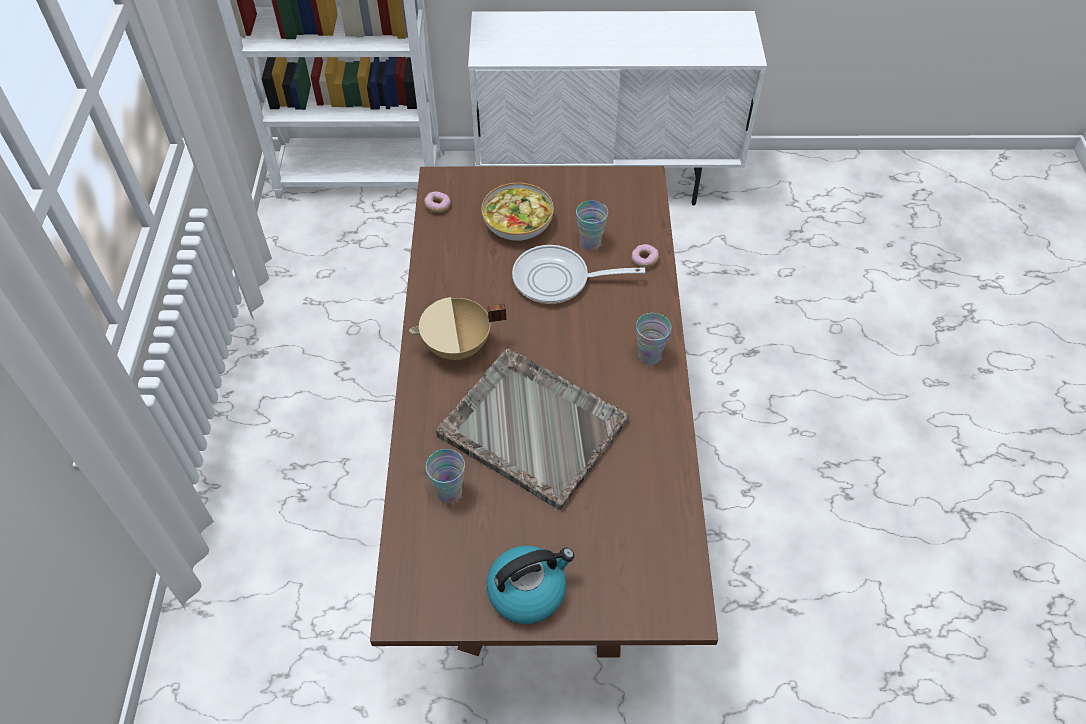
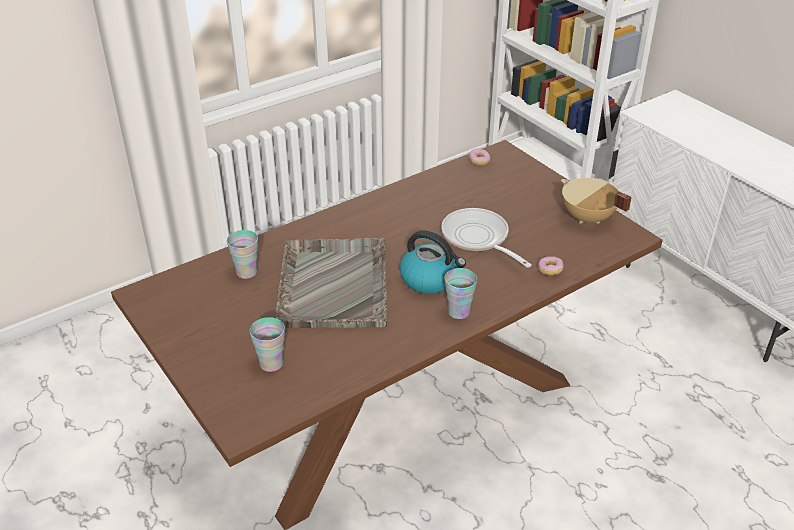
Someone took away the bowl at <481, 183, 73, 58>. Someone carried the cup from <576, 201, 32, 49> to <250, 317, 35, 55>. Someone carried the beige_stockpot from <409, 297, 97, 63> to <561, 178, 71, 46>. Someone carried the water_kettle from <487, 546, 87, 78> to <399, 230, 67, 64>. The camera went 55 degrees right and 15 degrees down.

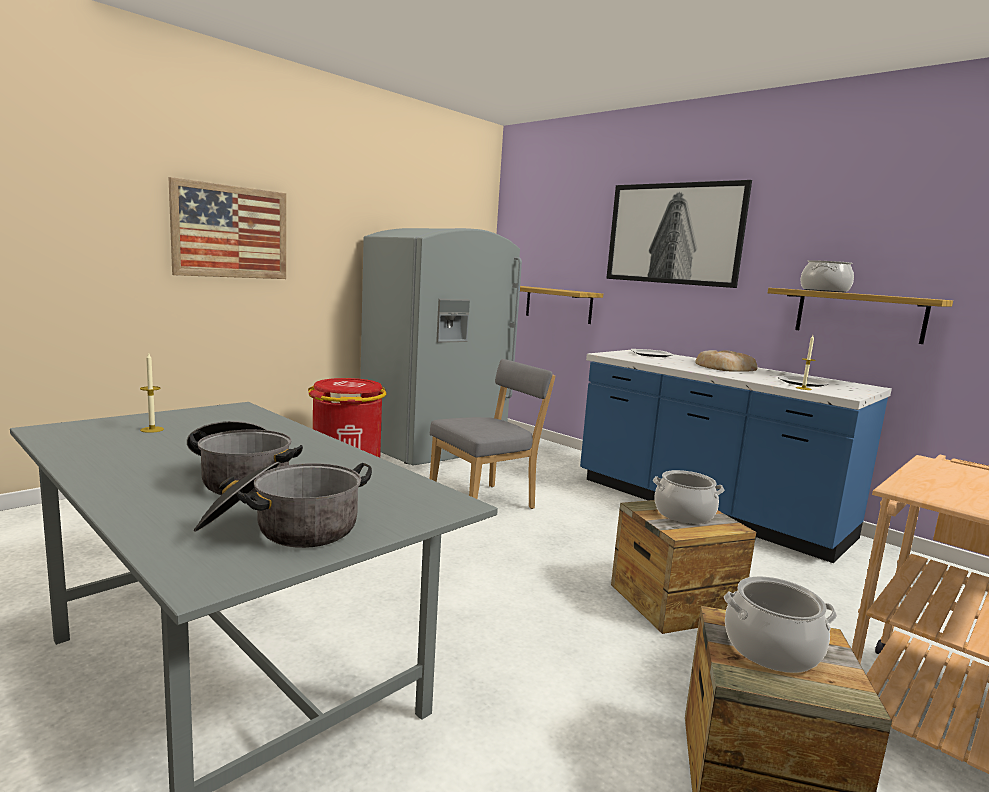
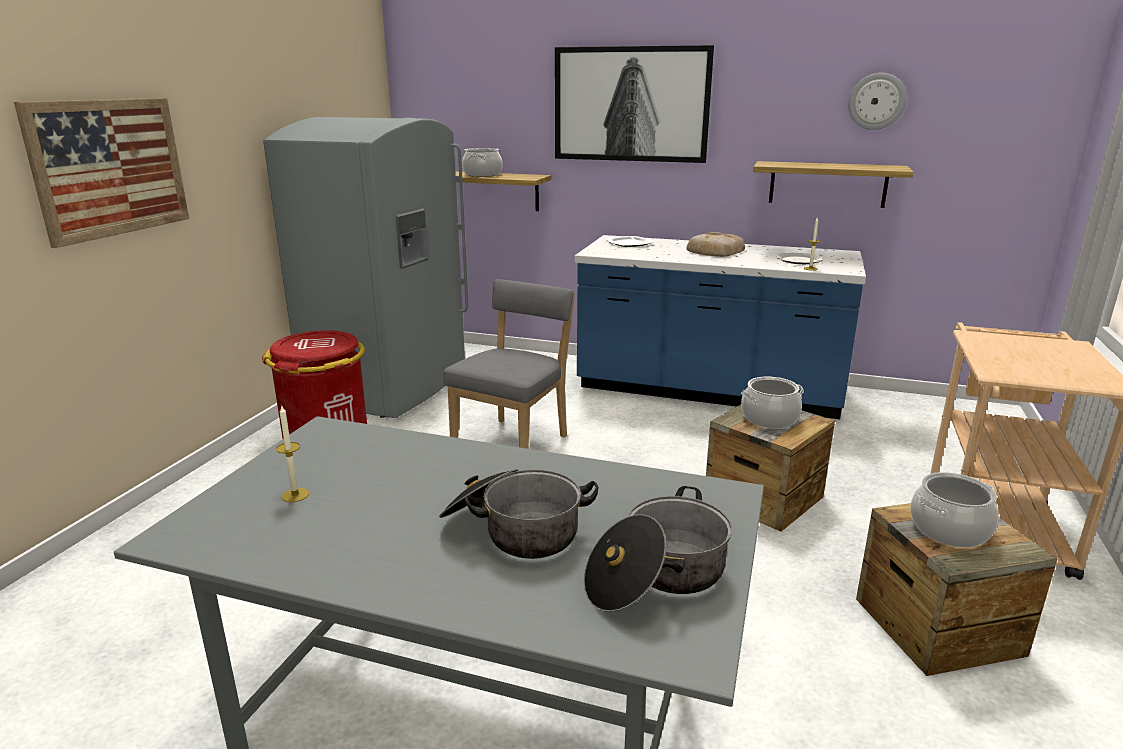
Someone carried the stockpot from <801, 260, 53, 32> to <462, 148, 41, 29>. Someone put up the hanging_clock at <848, 73, 58, 57>. The camera went 25 degrees left and 10 degrees up.

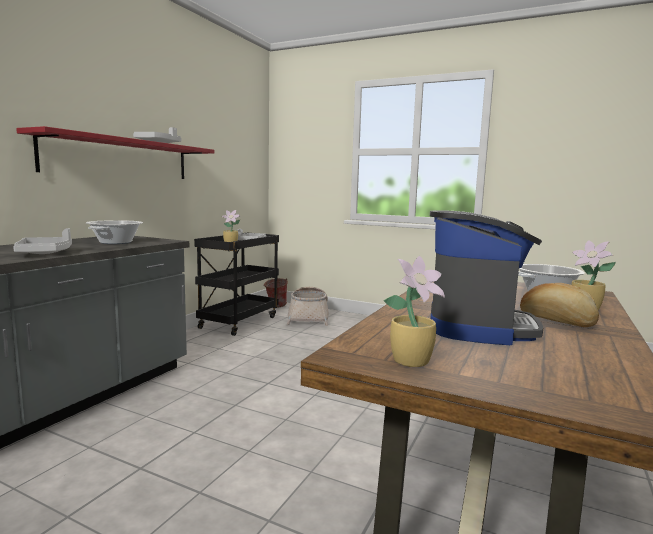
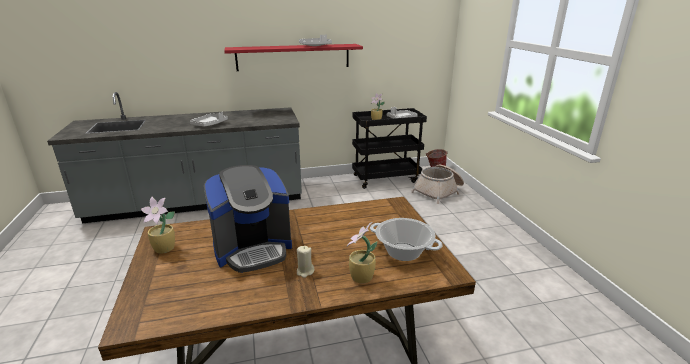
Someone took away the stockpot at <86, 220, 57, 24>. Someone swapped the bread at <520, 283, 79, 44> for the beige_wax_light at <297, 246, 17, 32>. The camera went 50 degrees right and 15 degrees up.

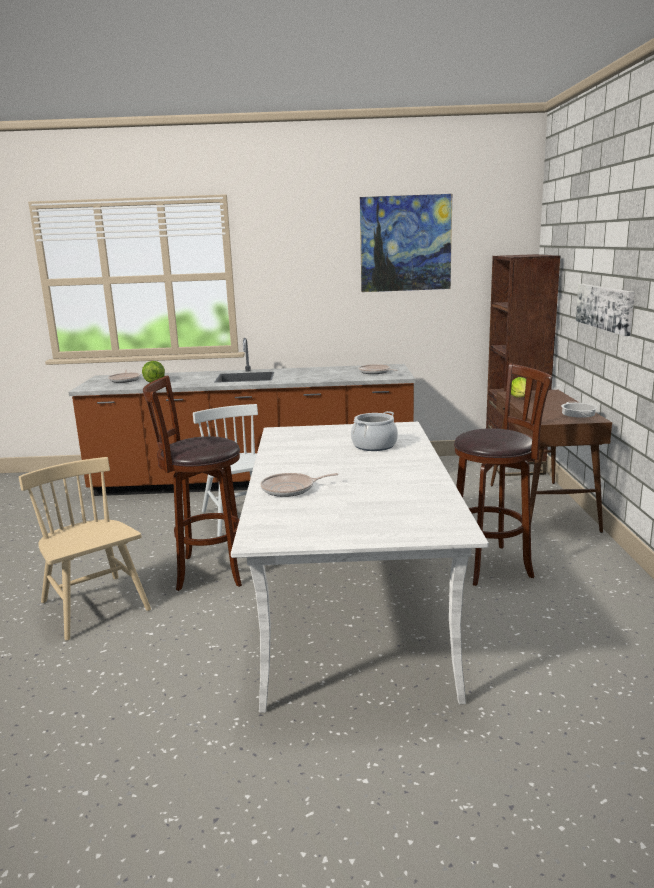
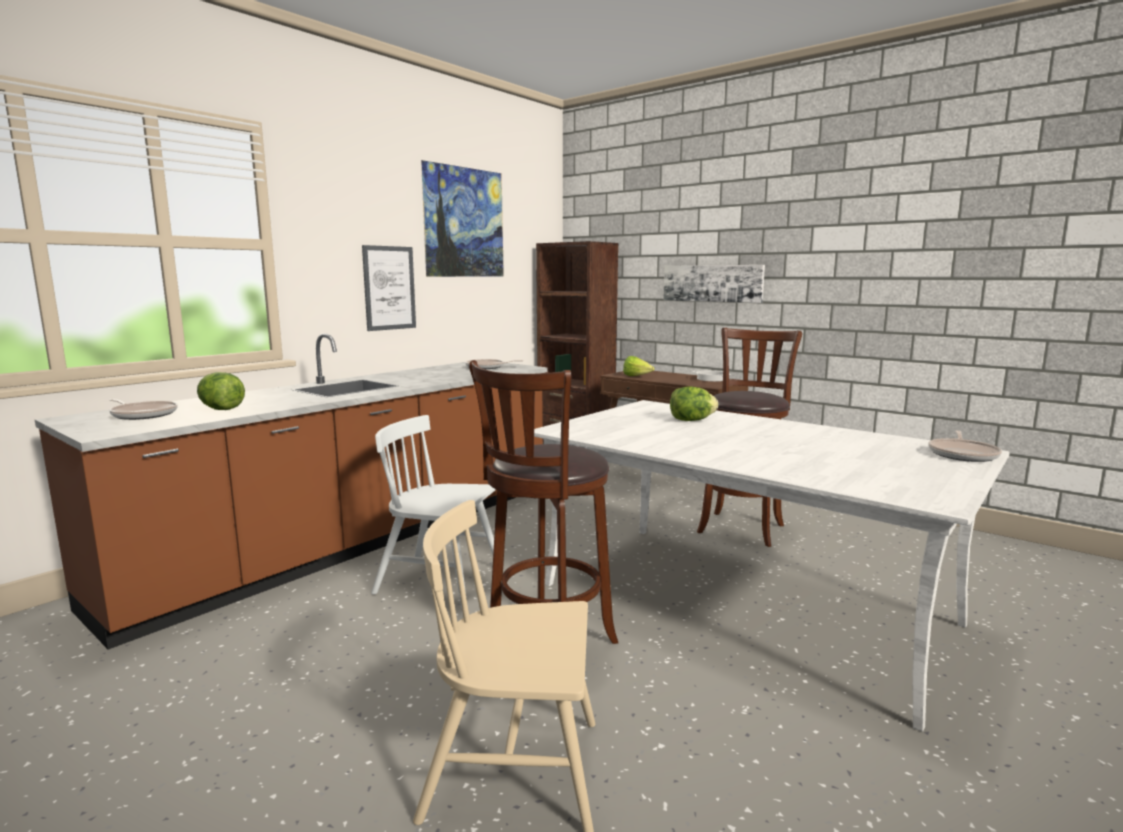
Someone swapped the stockpot at <351, 411, 47, 40> for the head_of_lettuce at <670, 386, 48, 35>. Someone carried the frying_pan from <260, 473, 79, 24> to <928, 430, 74, 32>. Someone put up the wall_art at <362, 245, 54, 86>. The camera went 50 degrees left and 5 degrees down.

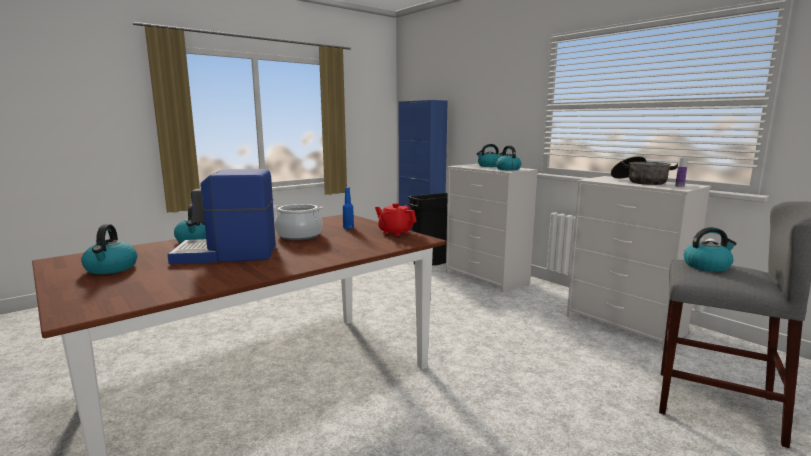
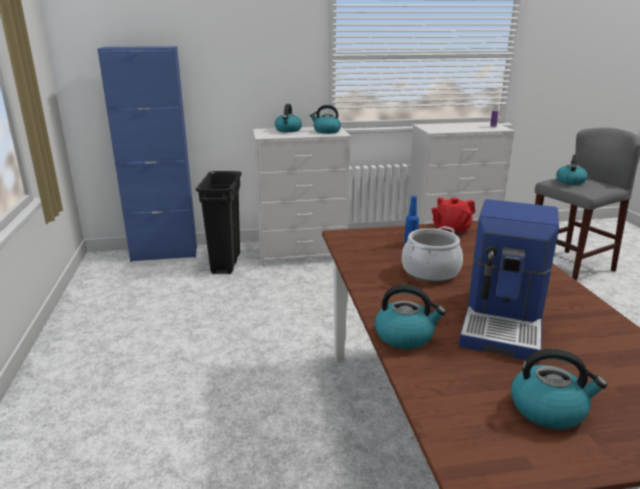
Someone took away the stockpot at <611, 156, 67, 29>. The camera went 60 degrees left and 10 degrees up.

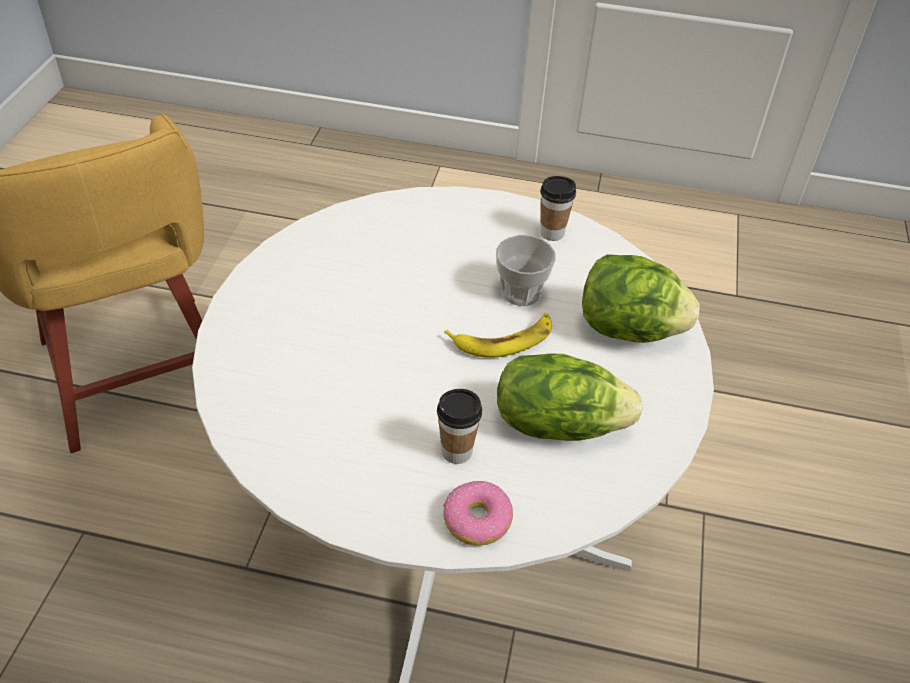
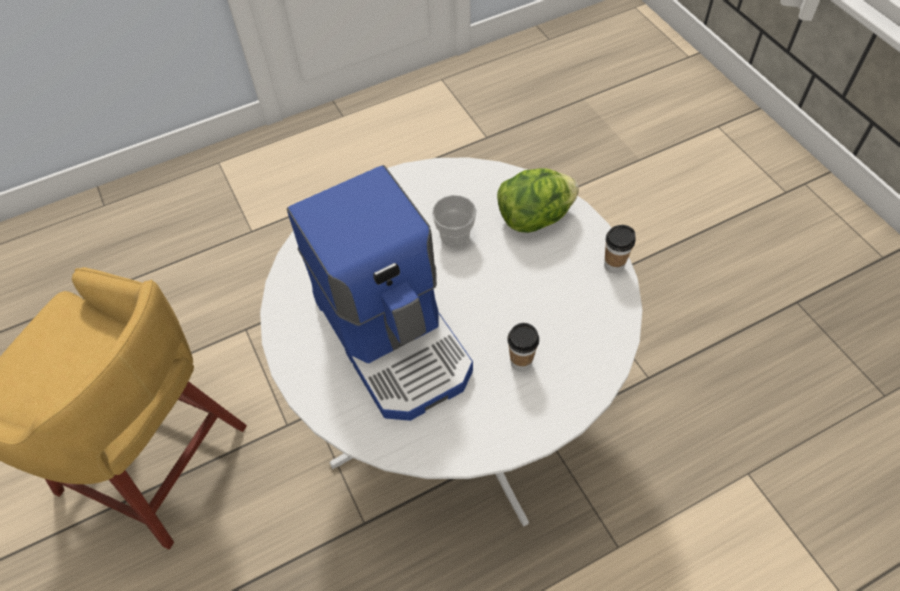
Someone carried the cup from <540, 176, 36, 65> to <604, 225, 32, 48>. Someone took away the banana at <444, 313, 108, 45>. Someone took away the head_of_lettuce at <497, 353, 146, 88>. Someone took away the ring_doughnut at <443, 481, 70, 65>. Someone put down the coffee_brewer at <287, 165, 186, 256>. The camera went 35 degrees left and 10 degrees up.

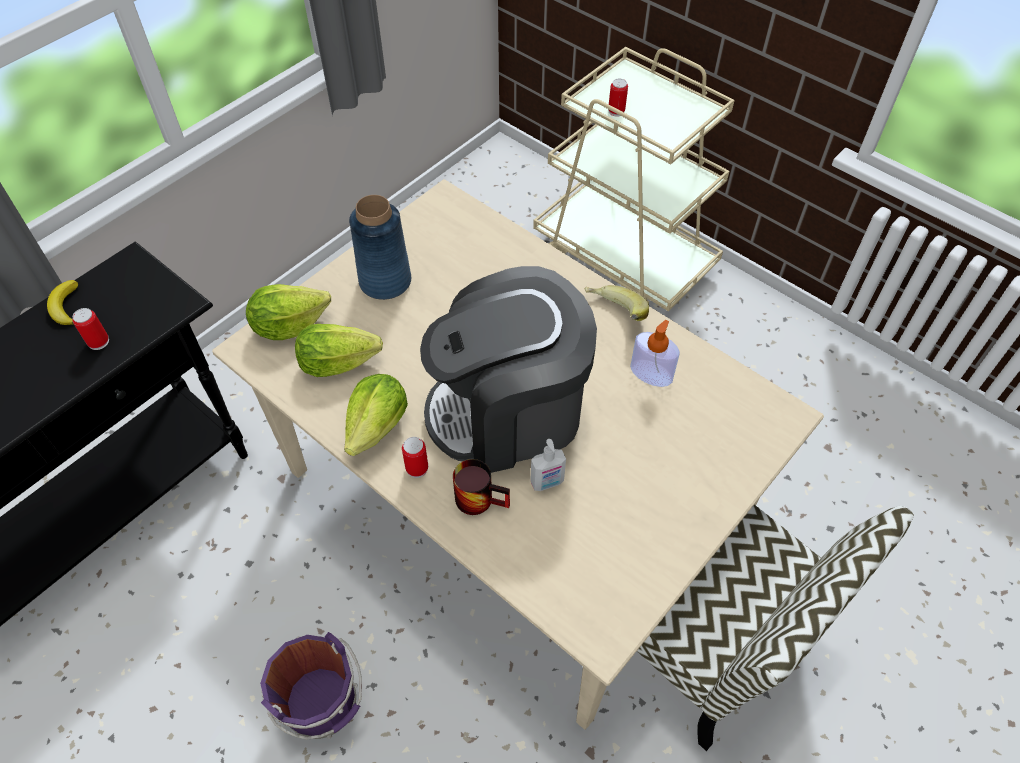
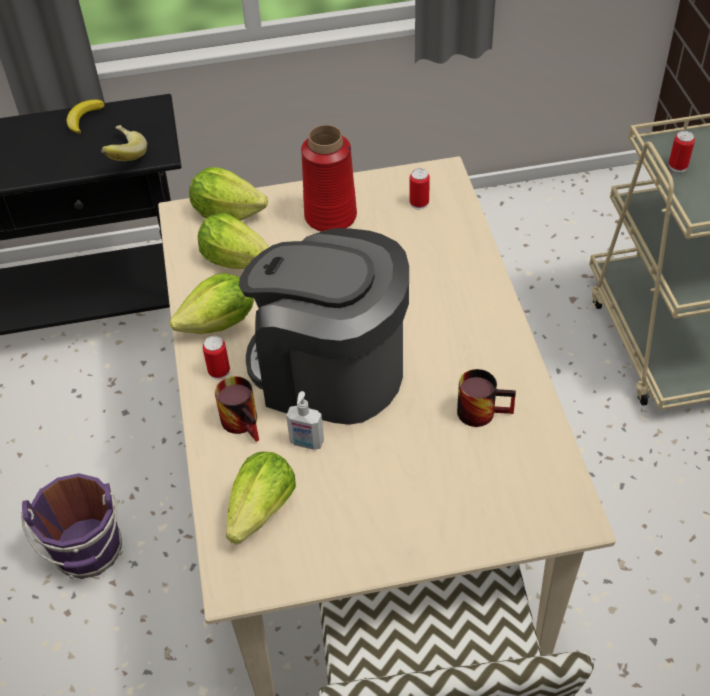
Someone repainted the blue-coloured_vase at <349, 195, 62, 105>, which became the reddish_vase at <301, 125, 56, 107>. Someone carried the banana from <585, 285, 64, 36> to <101, 125, 46, 36>. Someone carried the metal_can from <73, 308, 36, 42> to <410, 168, 20, 41>. Someone swapped the liquid_soap_bottle at <630, 320, 50, 67> for the tea_mug at <457, 369, 59, 58>. Someone put down the head_of_lettuce at <226, 452, 70, 92>. The camera went 40 degrees right and 5 degrees down.

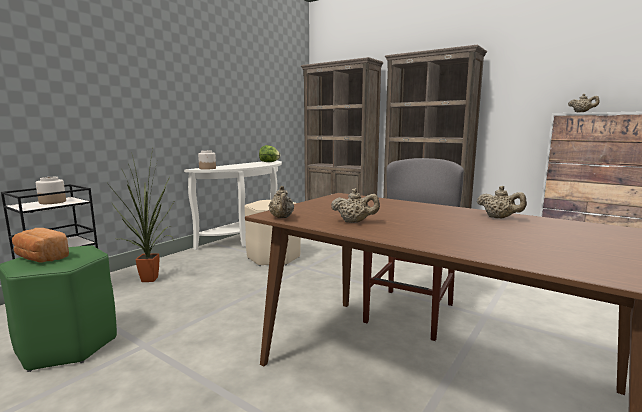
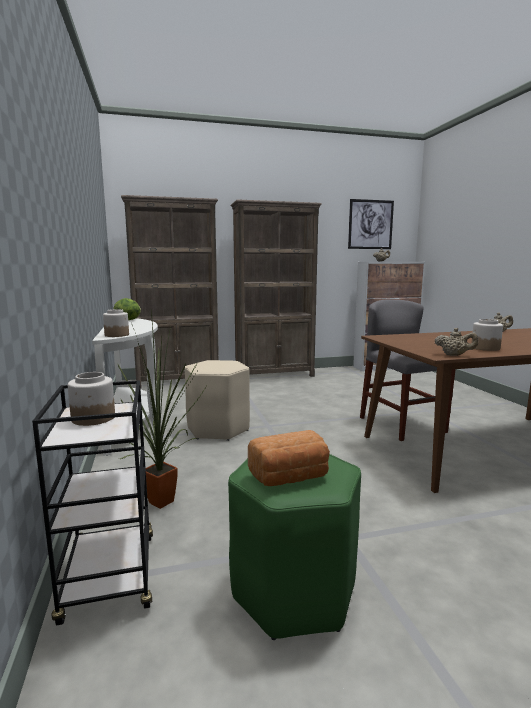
Someone swapped the beige_tea_pot at <331, 188, 49, 35> for the preserve_jar at <472, 319, 31, 32>. Someone put up the wall_art at <348, 199, 46, 50>. The camera went 50 degrees left and 0 degrees up.

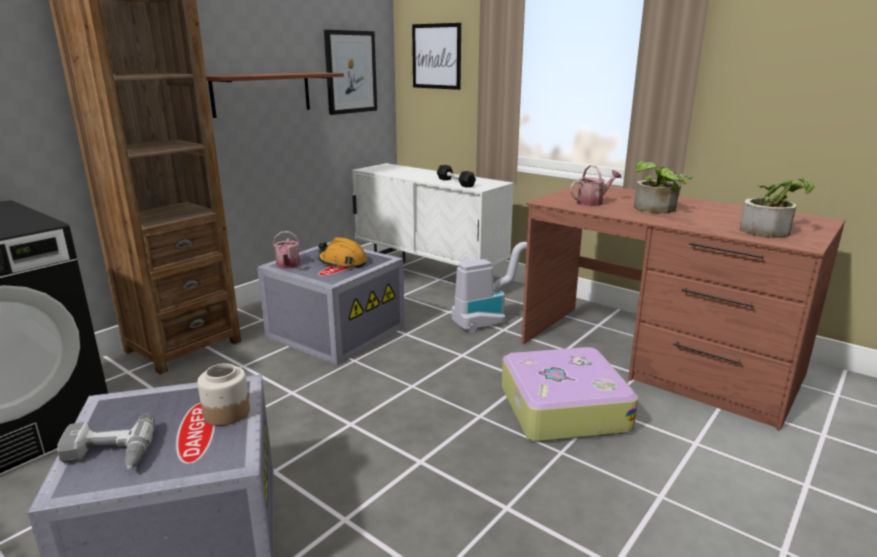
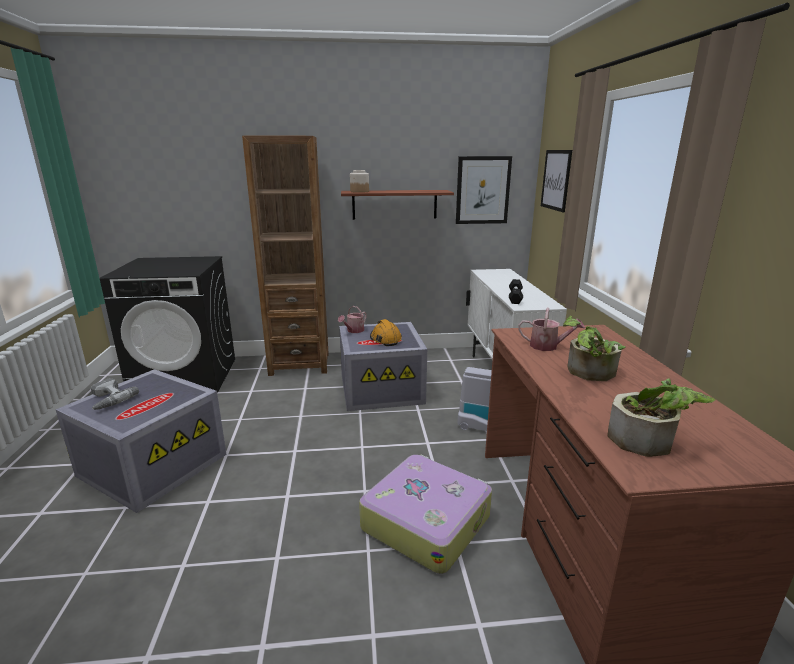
Someone carried the preserve_jar from <197, 363, 53, 63> to <350, 170, 19, 23>. The camera went 45 degrees right and 0 degrees up.

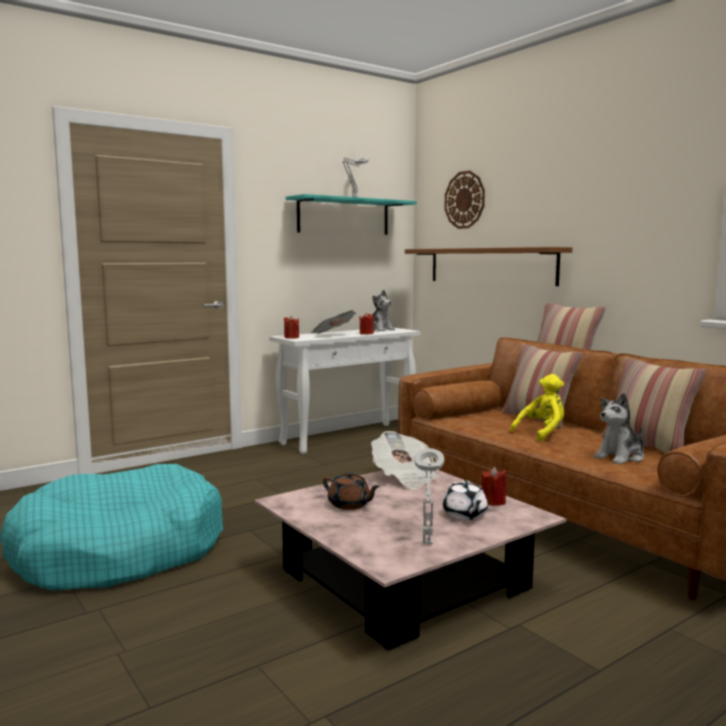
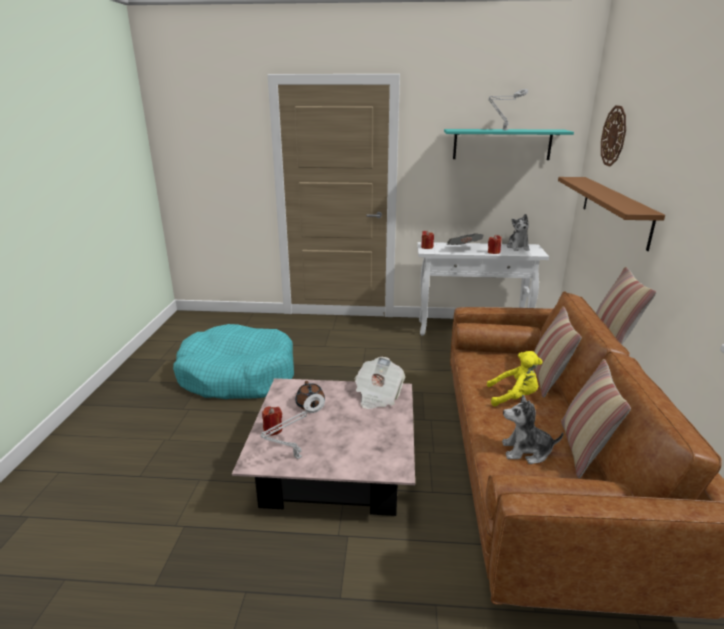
Someone carried the reddish_wax_light from <482, 467, 25, 39> to <262, 406, 20, 30>. Someone took away the white_tea_pot at <443, 480, 45, 40>. The camera went 40 degrees right and 15 degrees up.

